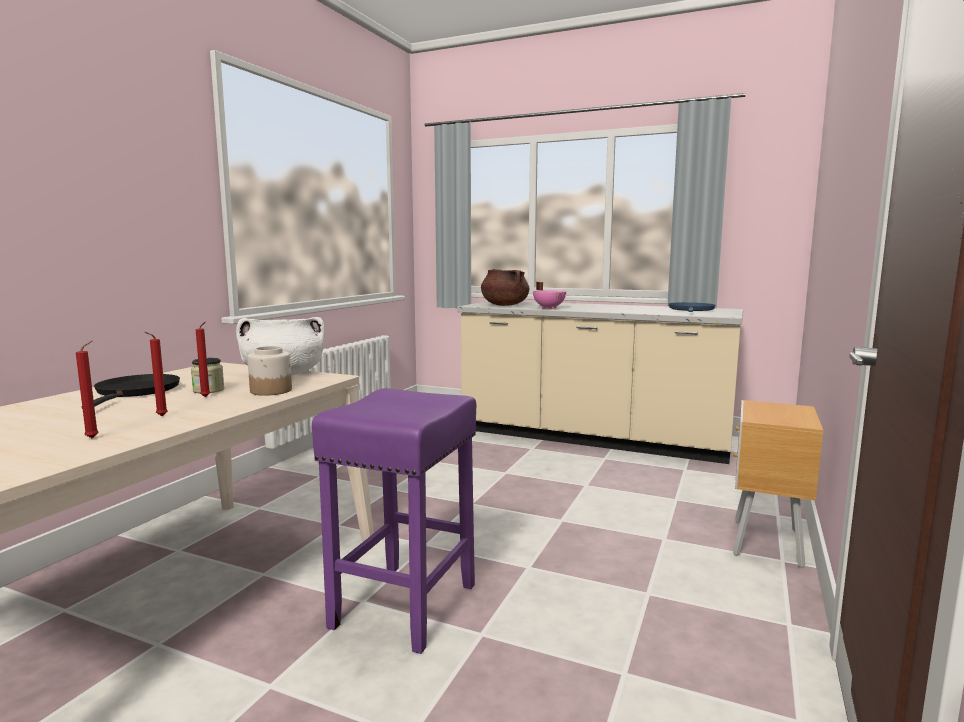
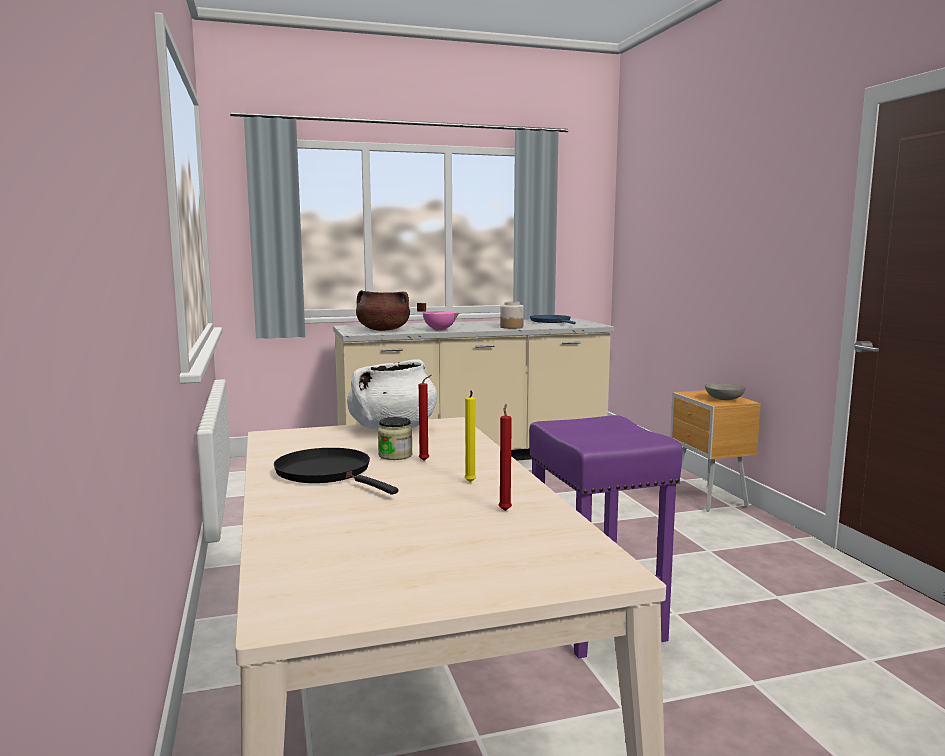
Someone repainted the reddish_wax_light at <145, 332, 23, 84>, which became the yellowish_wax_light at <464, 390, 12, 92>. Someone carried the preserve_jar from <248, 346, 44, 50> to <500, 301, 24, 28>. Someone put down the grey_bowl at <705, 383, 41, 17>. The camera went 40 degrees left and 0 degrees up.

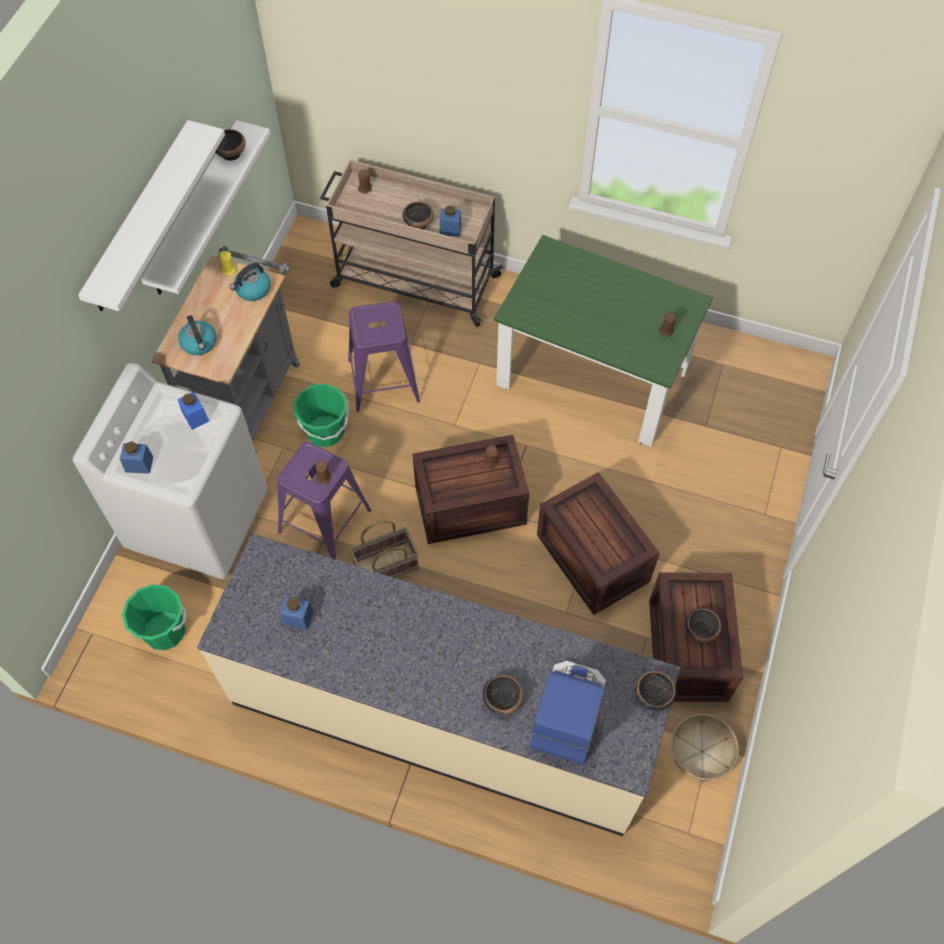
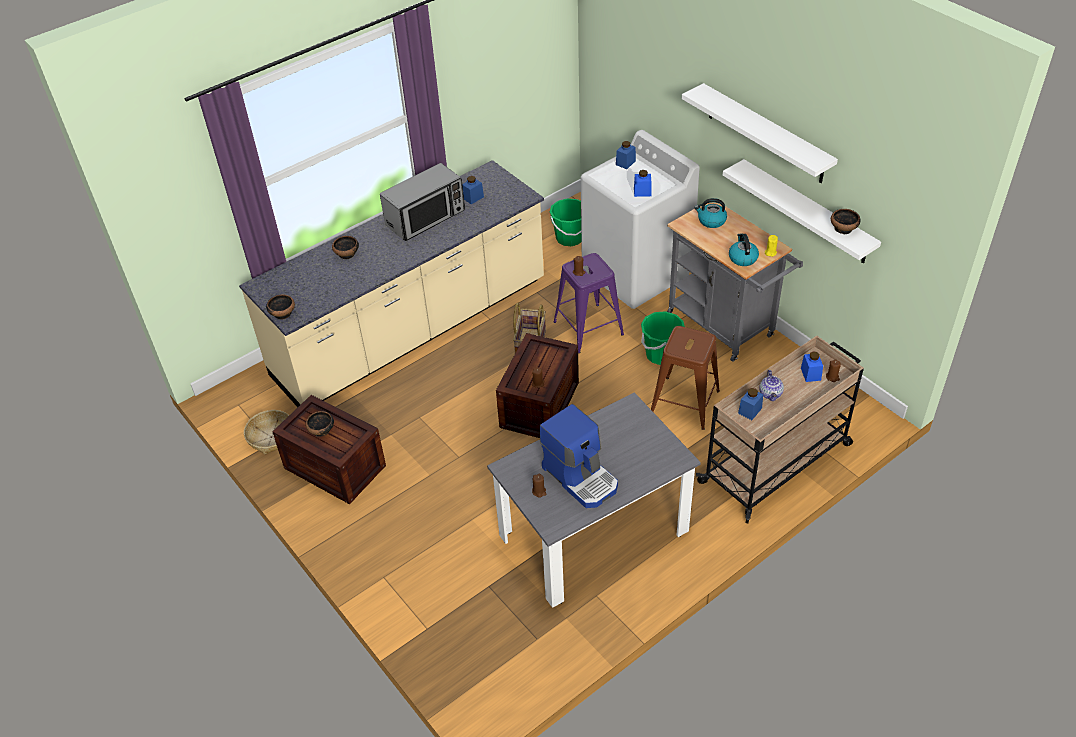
Someone swapped the bowl at <403, 202, 31, 28> for the tea_pot at <759, 370, 25, 31>. Someone repainted the green-coloured_dining_table at <494, 235, 219, 212>, which became the grey_dining_table at <487, 392, 214, 216>. Someone repainted the purple_sitting_stool at <348, 301, 72, 111>, which became the brown_sitting_stool at <651, 326, 69, 104>. Someone took away the crate at <537, 472, 123, 143>. Someone carried the coffee_brewer from <530, 660, 77, 105> to <539, 404, 79, 104>. Someone put down the microwave at <380, 163, 85, 78>. Someone put down the blue-coloured_preserve_jar at <801, 351, 22, 31>. The camera went 125 degrees right and 15 degrees down.

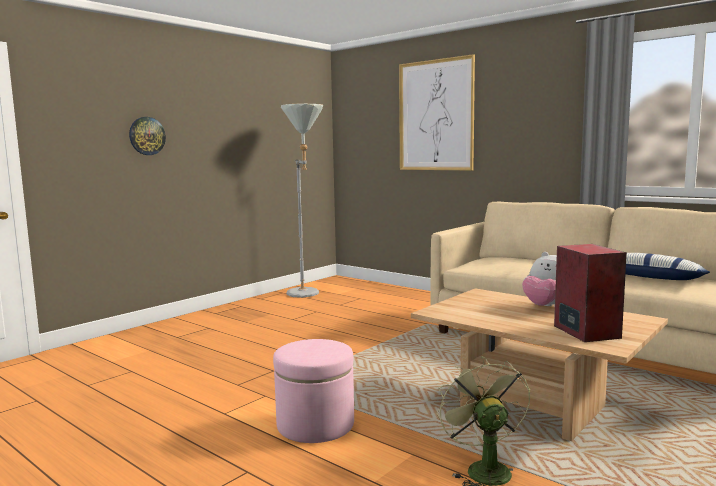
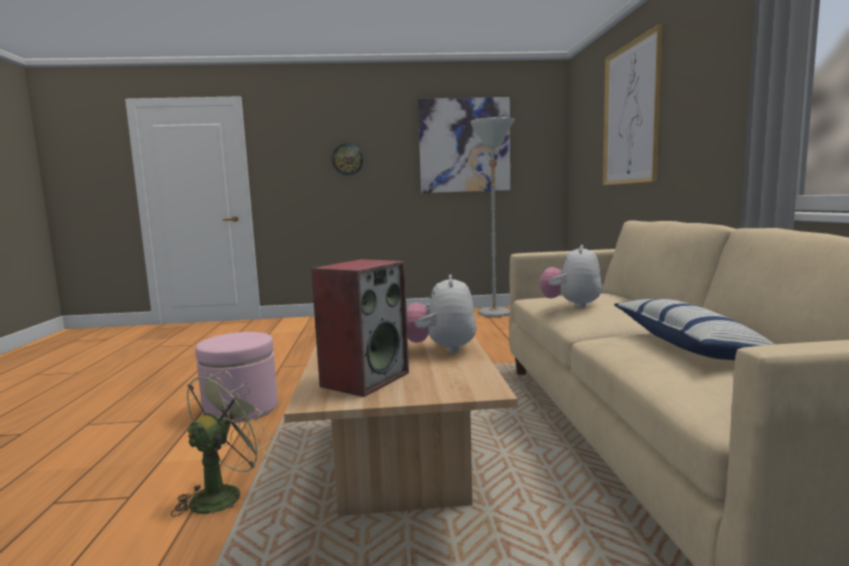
Someone put up the wall_art at <418, 97, 92, 96>. Someone put down the plush_toy at <540, 245, 62, 63>. The camera went 45 degrees right and 0 degrees up.

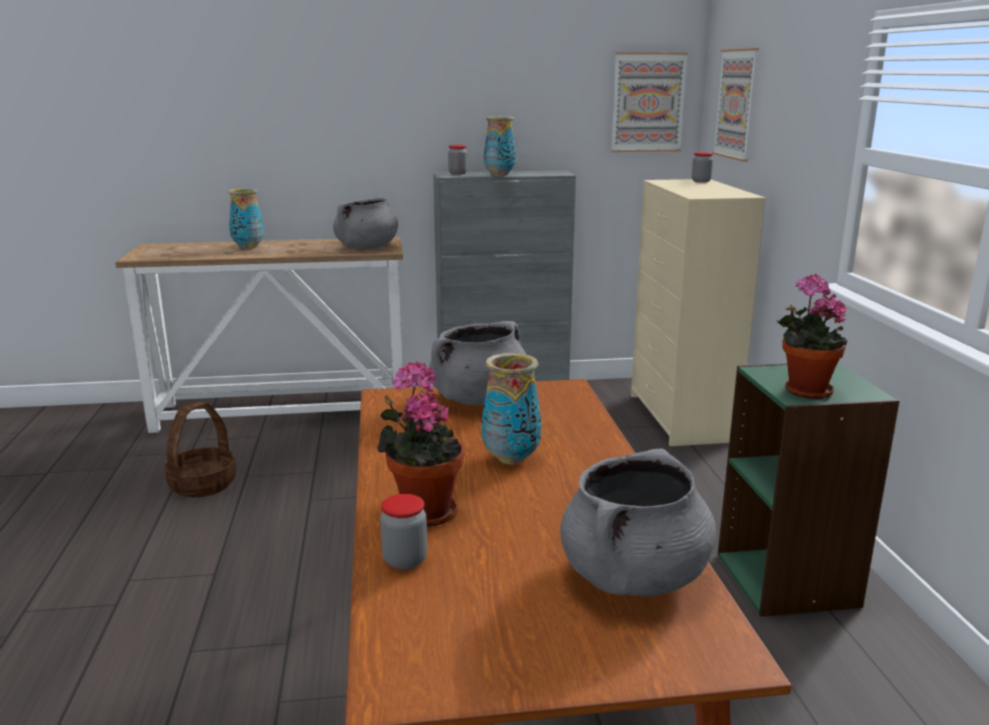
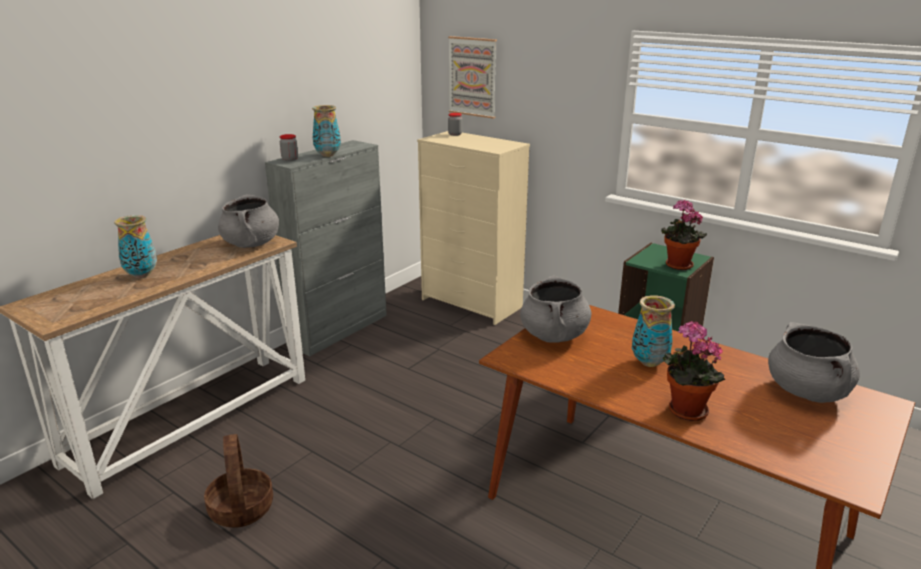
Someone took away the wall_art at <611, 52, 77, 100>. Someone took away the preserve_jar at <380, 494, 47, 76>. The camera went 45 degrees left and 5 degrees up.

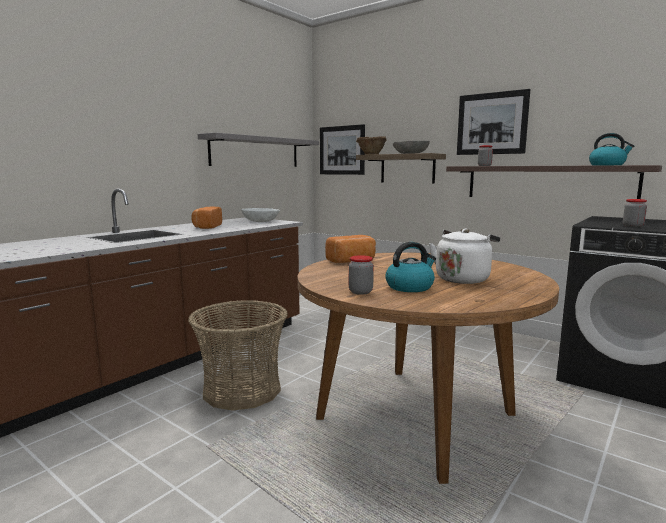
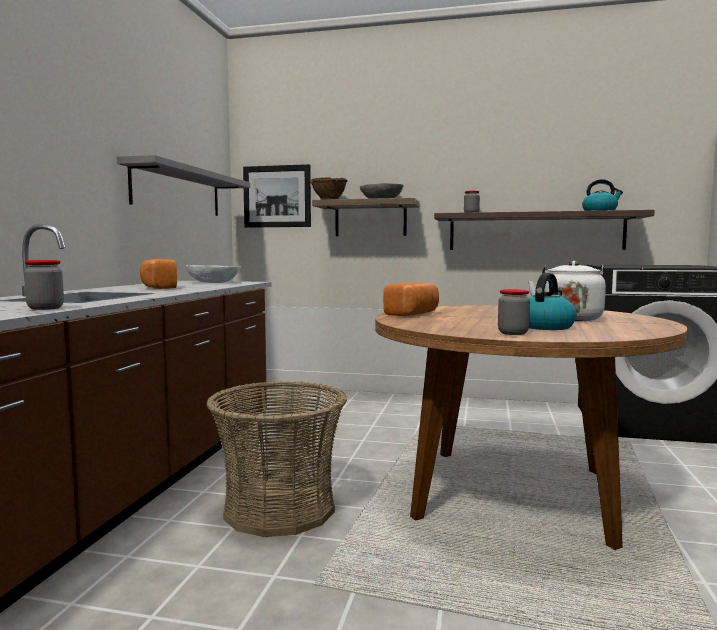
Someone took away the wall_art at <457, 89, 73, 66>. Someone carried the preserve_jar from <623, 199, 24, 28> to <24, 260, 40, 50>. The camera went 25 degrees left and 5 degrees down.

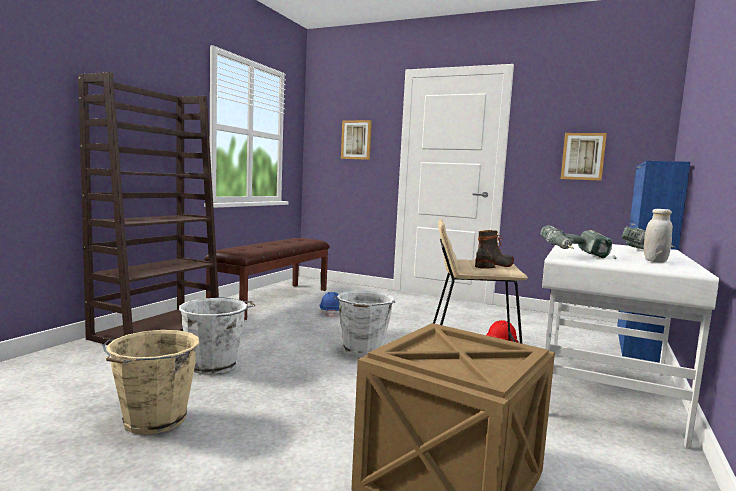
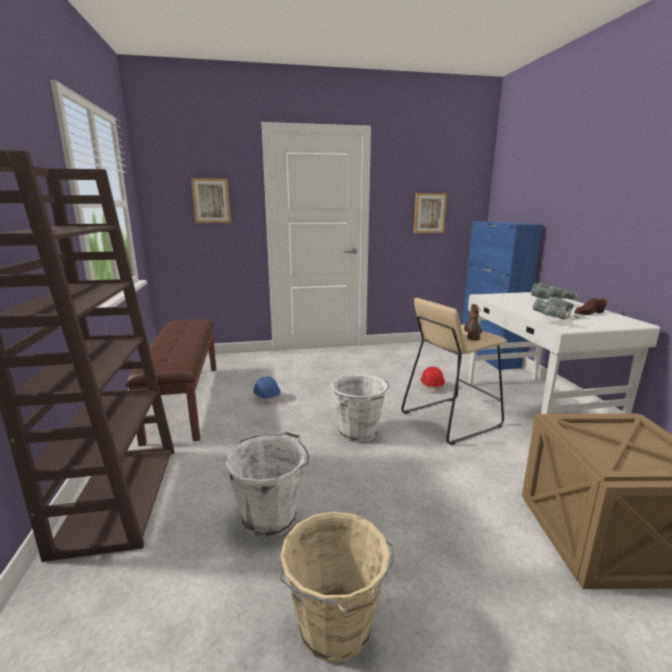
Someone swapped the white_preserve_jar at <644, 209, 29, 54> for the brown_low_shoe at <574, 298, 33, 17>. The camera went 35 degrees left and 10 degrees up.

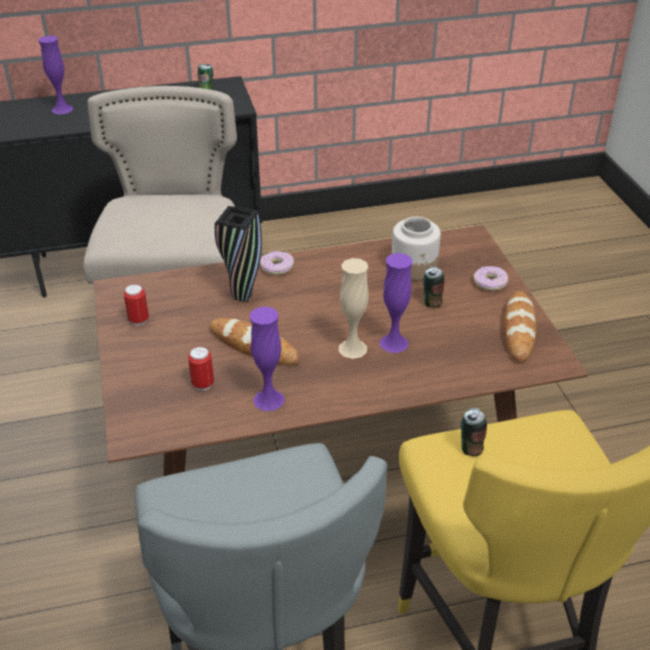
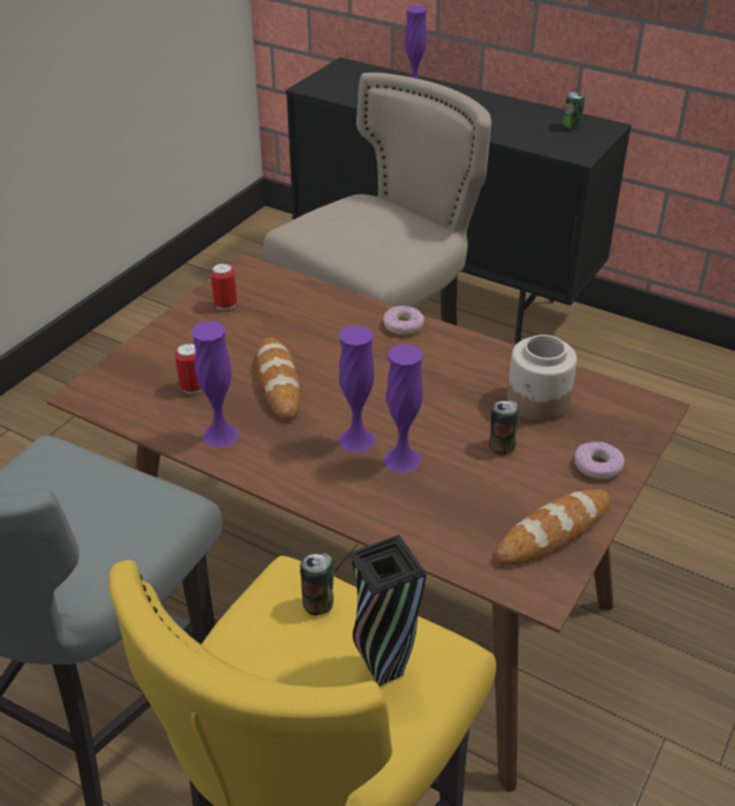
Someone carried the blackish_vase from <215, 206, 47, 96> to <347, 535, 80, 151>. Someone repainted the beige_vase at <339, 258, 30, 101>, which became the purple_vase at <338, 325, 38, 127>. The camera went 45 degrees right and 0 degrees up.

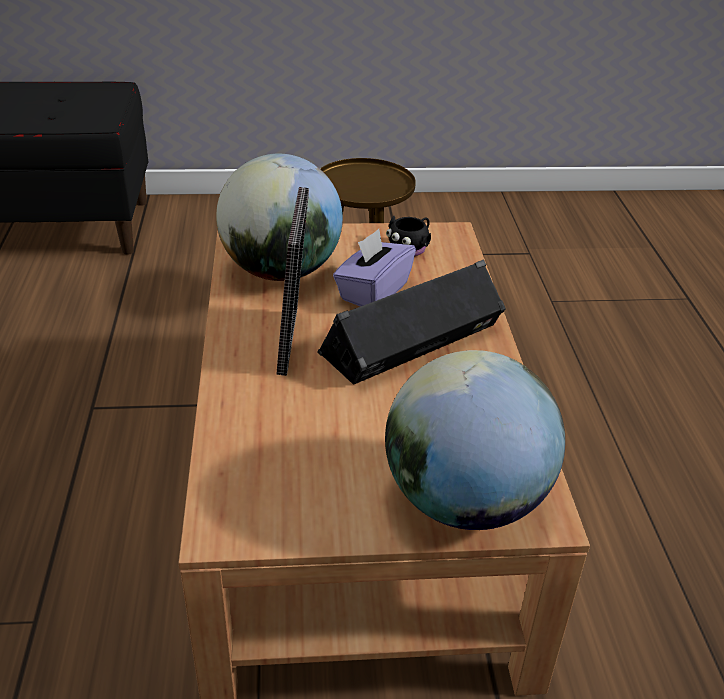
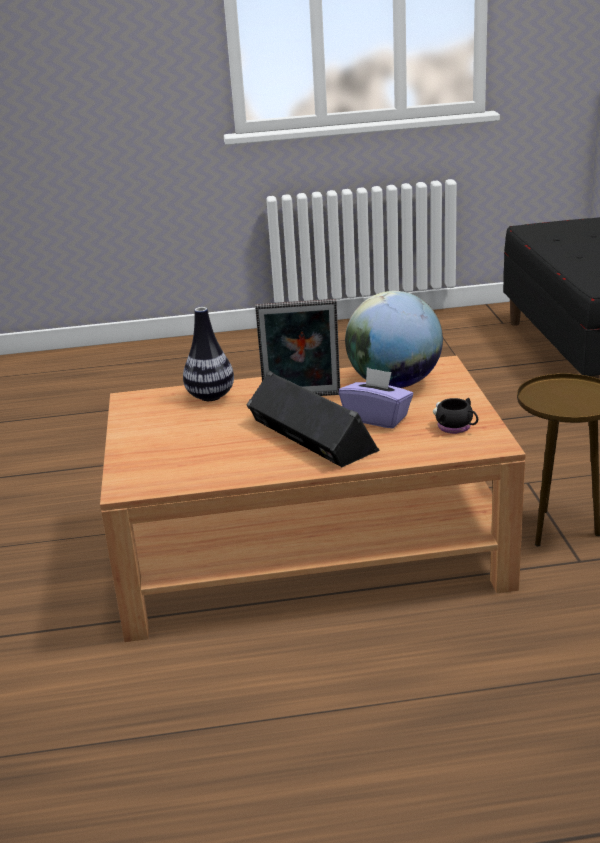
Someone took away the world_globe at <385, 350, 181, 180>. Someone put down the vase at <183, 307, 51, 94>. The camera went 90 degrees right and 10 degrees down.

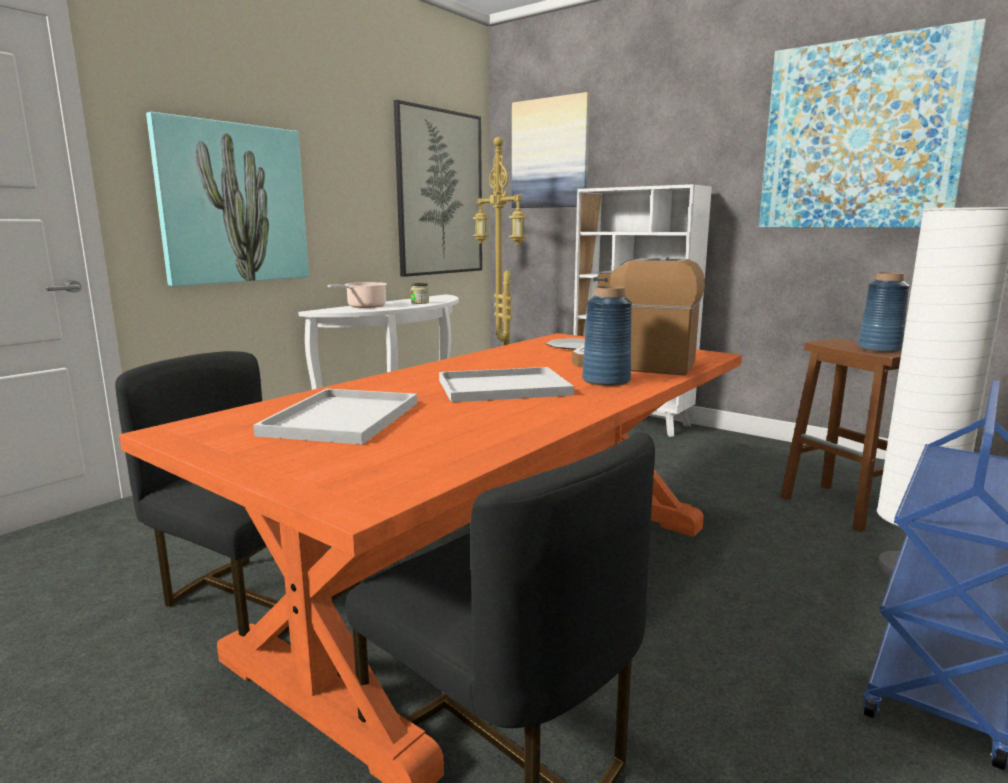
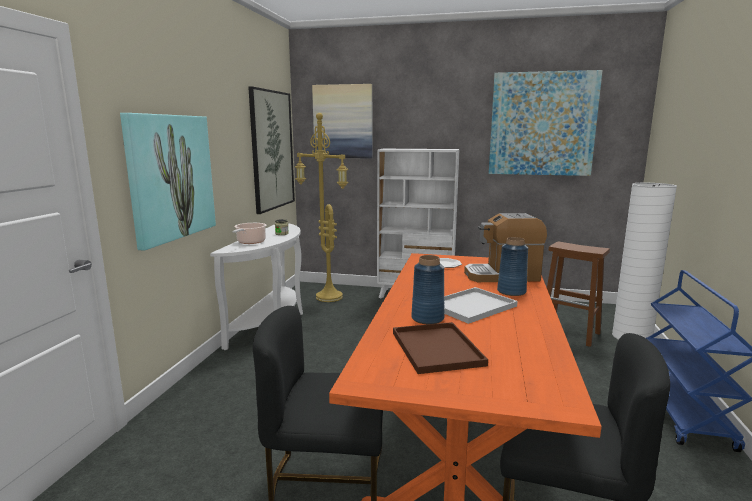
Someone carried the blue-coloured_vase from <858, 272, 51, 80> to <411, 255, 33, 69>. Someone repainted the white_serving_tray at <253, 389, 164, 56>, which became the brown_serving_tray at <393, 322, 95, 52>. The camera went 25 degrees left and 0 degrees up.

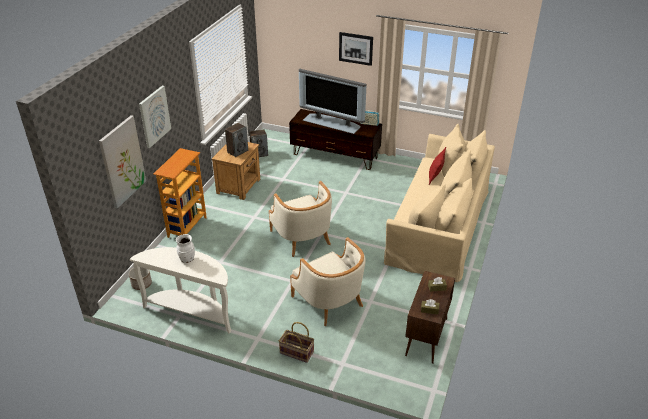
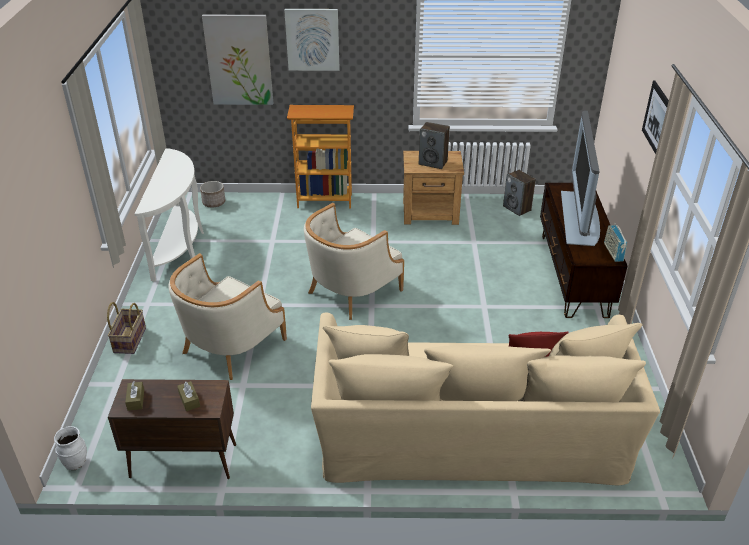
Someone carried the white_vase from <176, 234, 19, 29> to <54, 426, 33, 44>. The camera went 70 degrees right and 0 degrees up.

